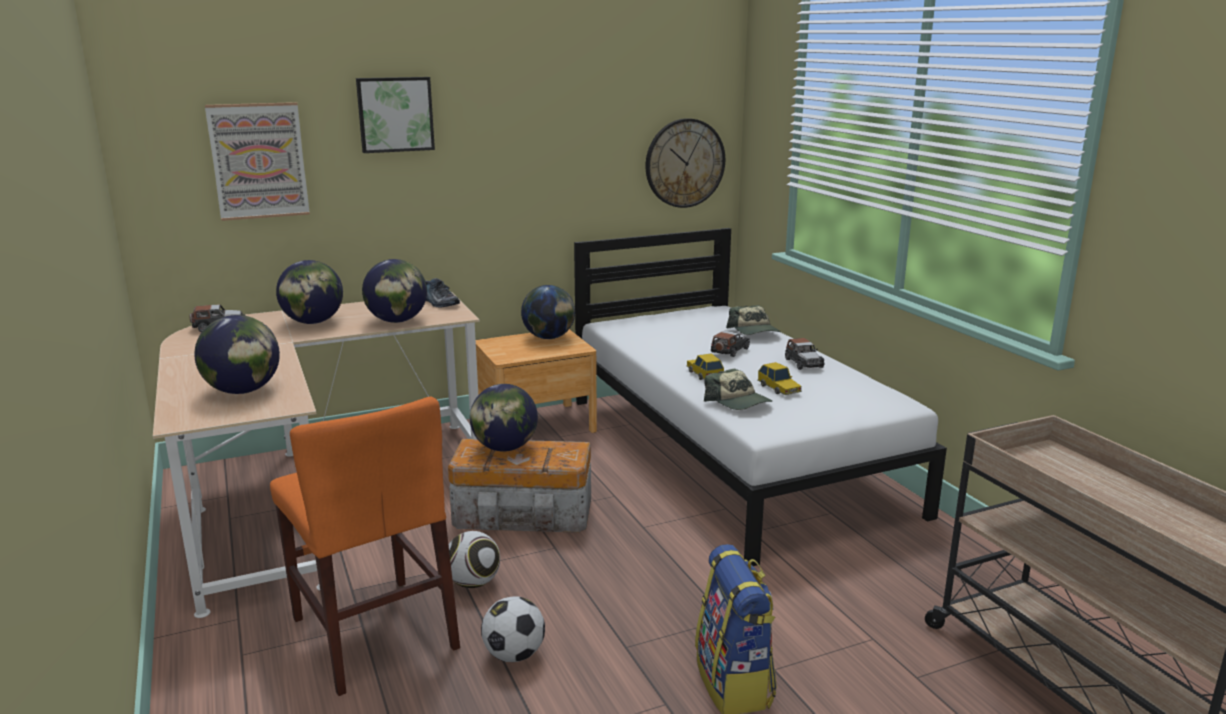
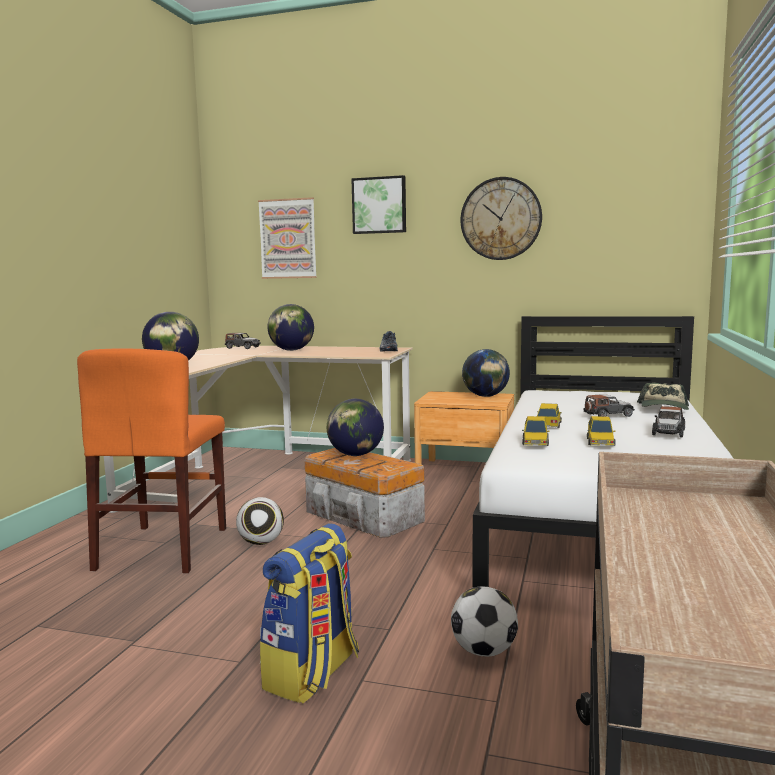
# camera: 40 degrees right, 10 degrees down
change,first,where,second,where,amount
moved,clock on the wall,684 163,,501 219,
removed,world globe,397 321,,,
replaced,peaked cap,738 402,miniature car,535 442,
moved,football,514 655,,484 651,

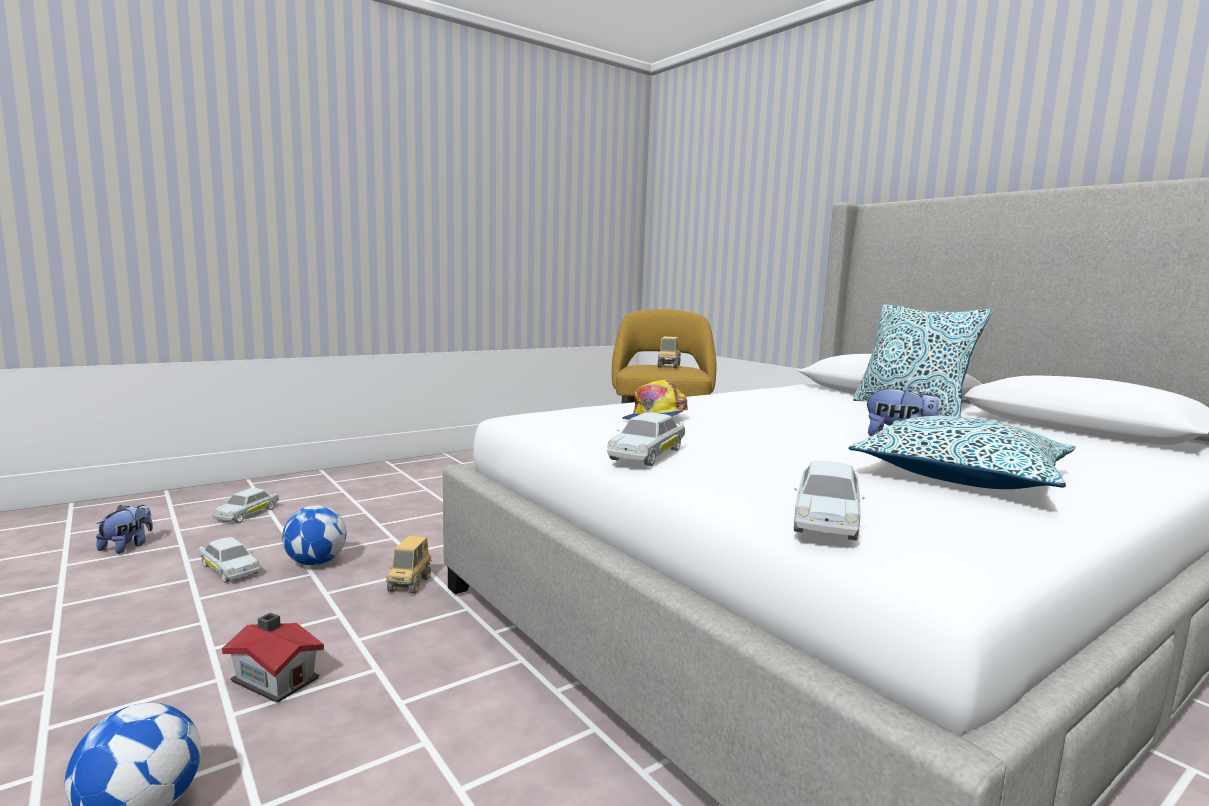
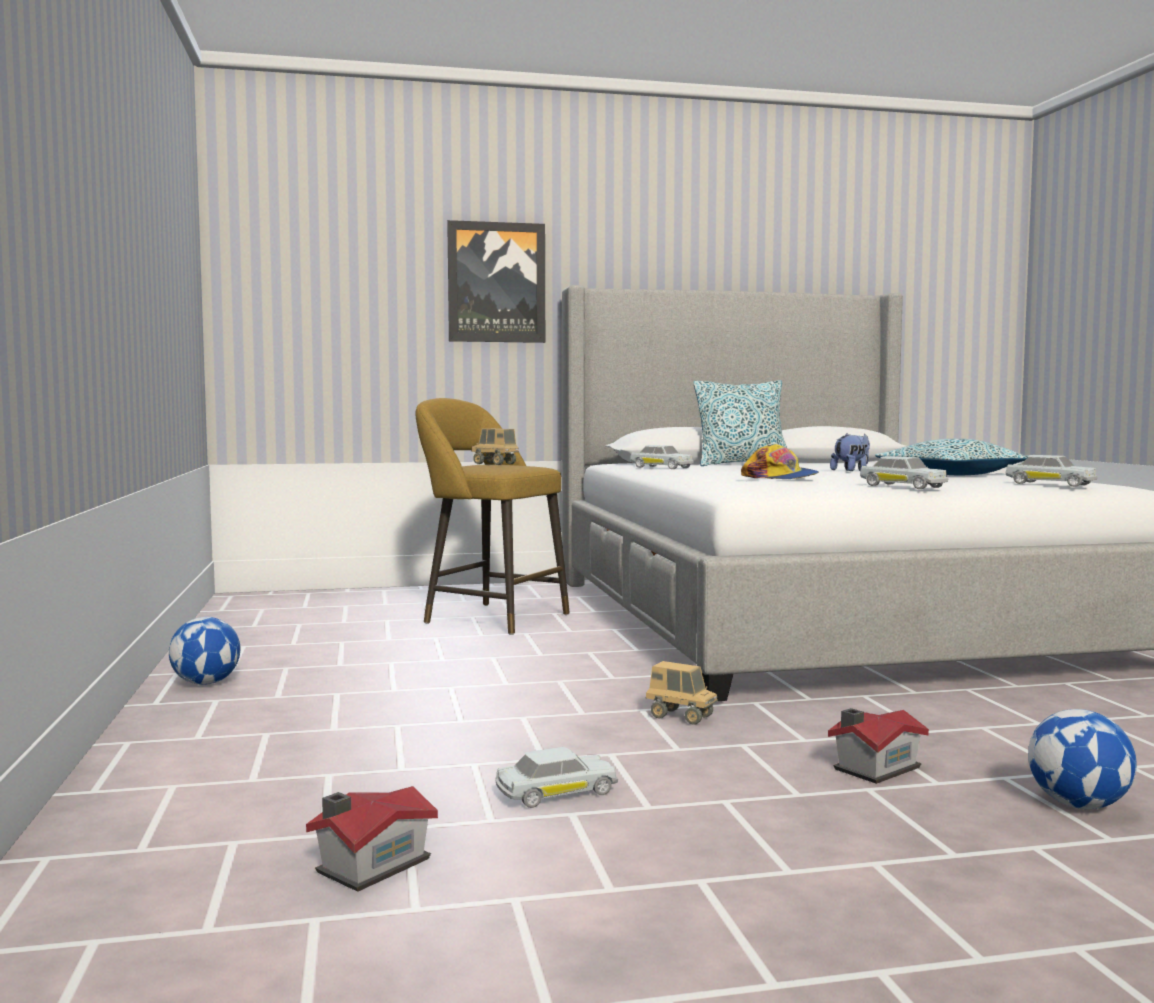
# camera: 65 degrees left, 5 degrees down
change,first,where,second,where,amount
moved,miniature car in whitish,247 514,,661 467,
replaced,cuddly toy,127 546,model house,369 865,
moved,football,315 562,,205 683,
added,,,wall picture,496 282,

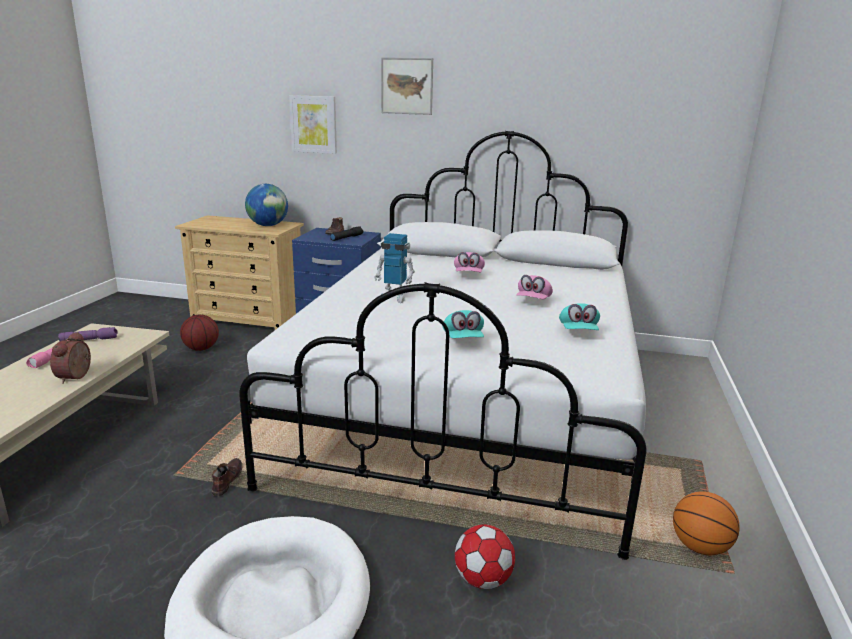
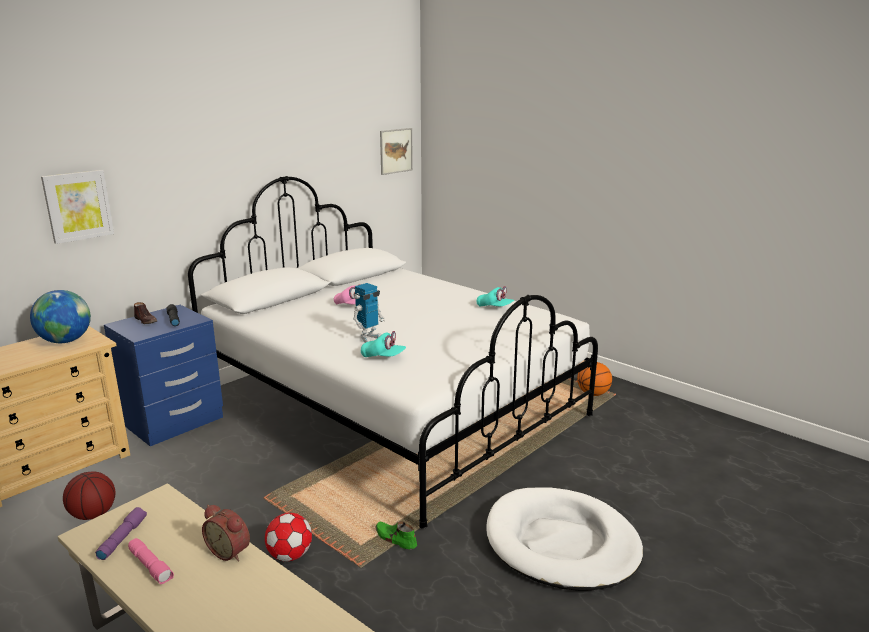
# camera: 60 degrees left, 0 degrees up
change,first,where,second,where,amount
moved,wall picture,407 86,,396 151,
removed,peaked cap in pink-coloured,533 301,,,
moved,peaked cap in turquoise-coloured,463 340,,383 357,
recoloured,item of footwear in brownish,226 480,item of footwear in greenish,395 539,
moved,football,483 579,,290 555,

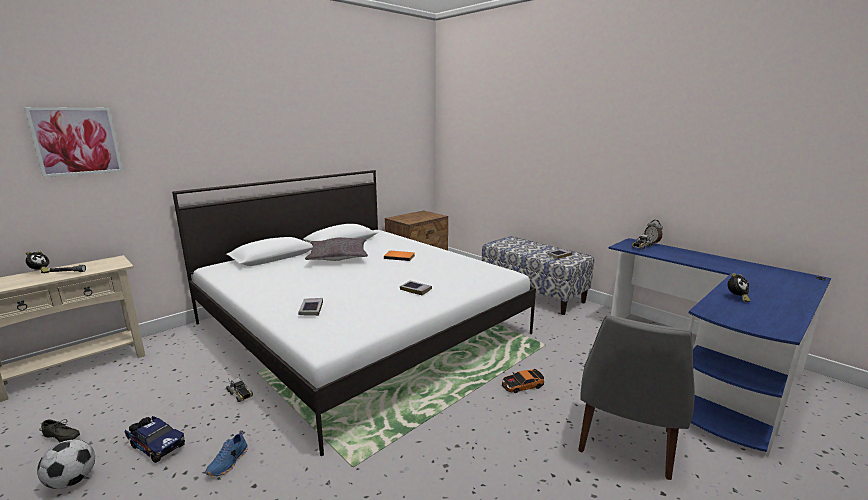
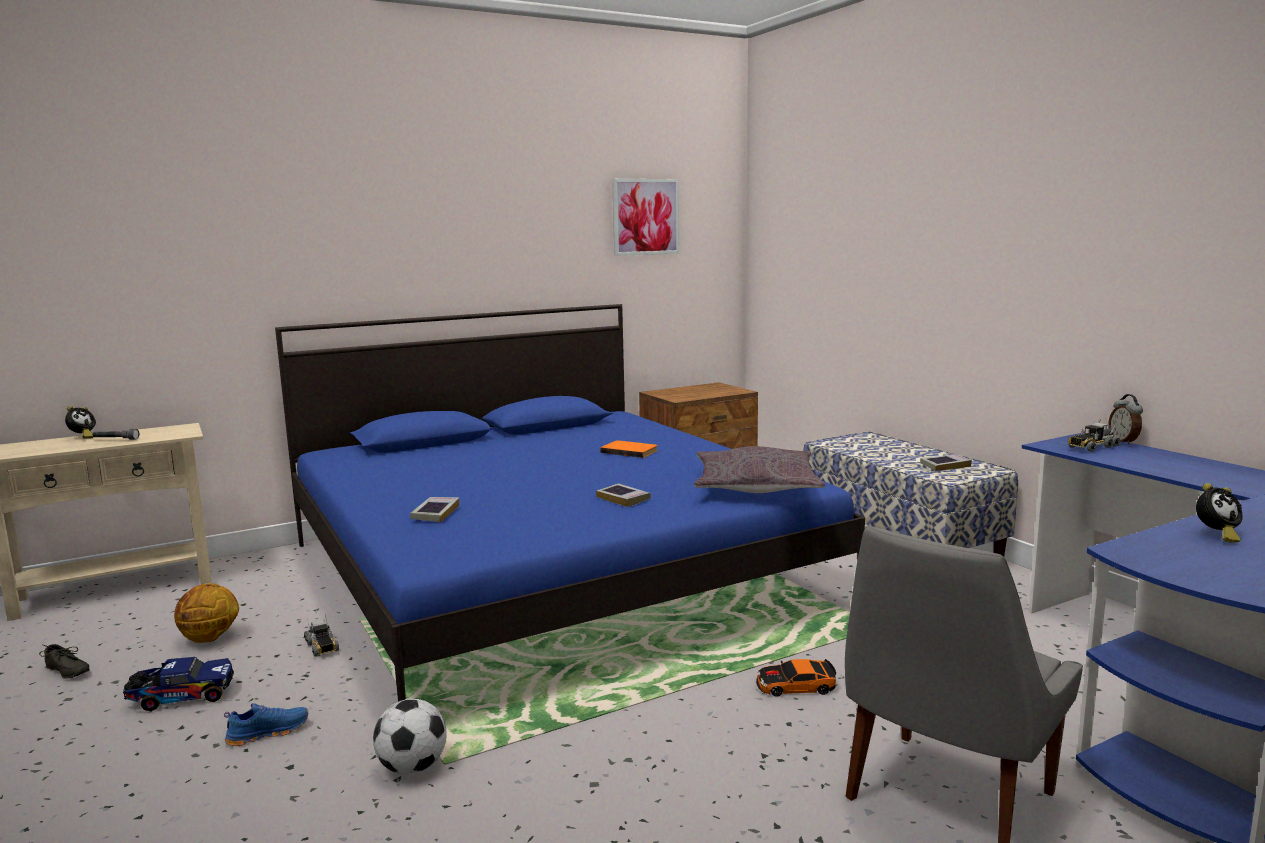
# camera: 15 degrees right, 5 degrees down
change,first,where,second,where,amount
moved,wall picture,76 141,,645 217,
recoloured,sleeping bed in whitish,360 328,sleeping bed in blue-coloured,550 573,
moved,pillow in greyish,338 257,,755 486,
turned,toy lorry,156 445,,180 697,60 degrees counterclockwise
turned,item of footwear in blue-coloured,229 462,,268 732,150 degrees counterclockwise
moved,football,72 481,,412 767,
added,,,basketball,209 639,

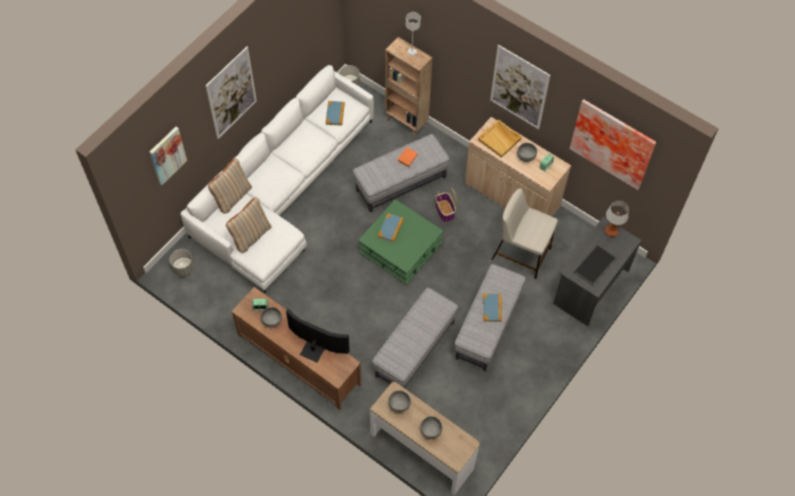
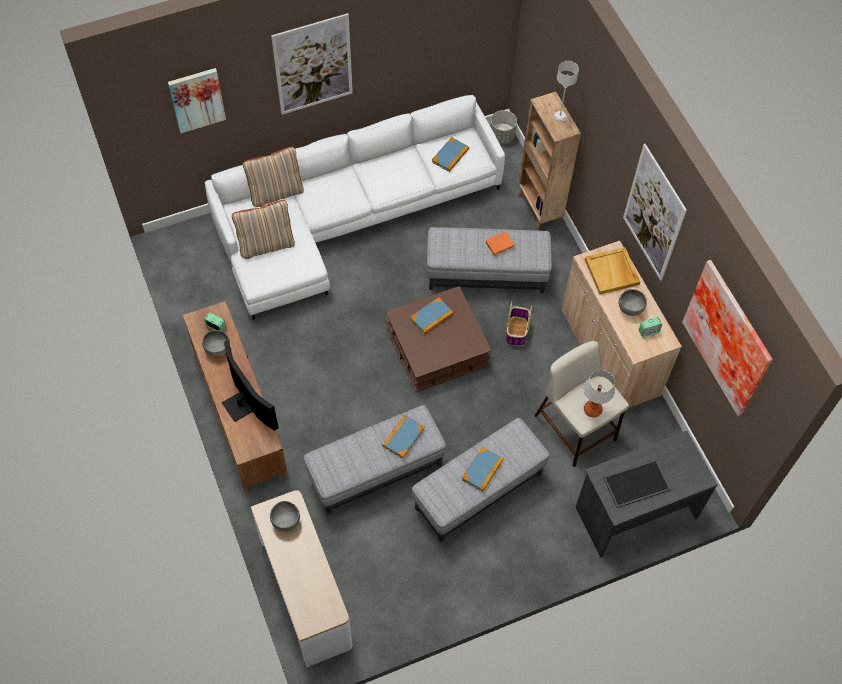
# camera: 30 degrees right, 0 degrees up
change,first,where,second,where,amount
recoloured,low table in greenish,400 247,low table in brownish,437 347,
moved,table lamp,611 231,,593 409,
removed,flower pot in greyish,183 268,,,
removed,deep dish in greyish,430 431,,,
added,,,book,403 437,

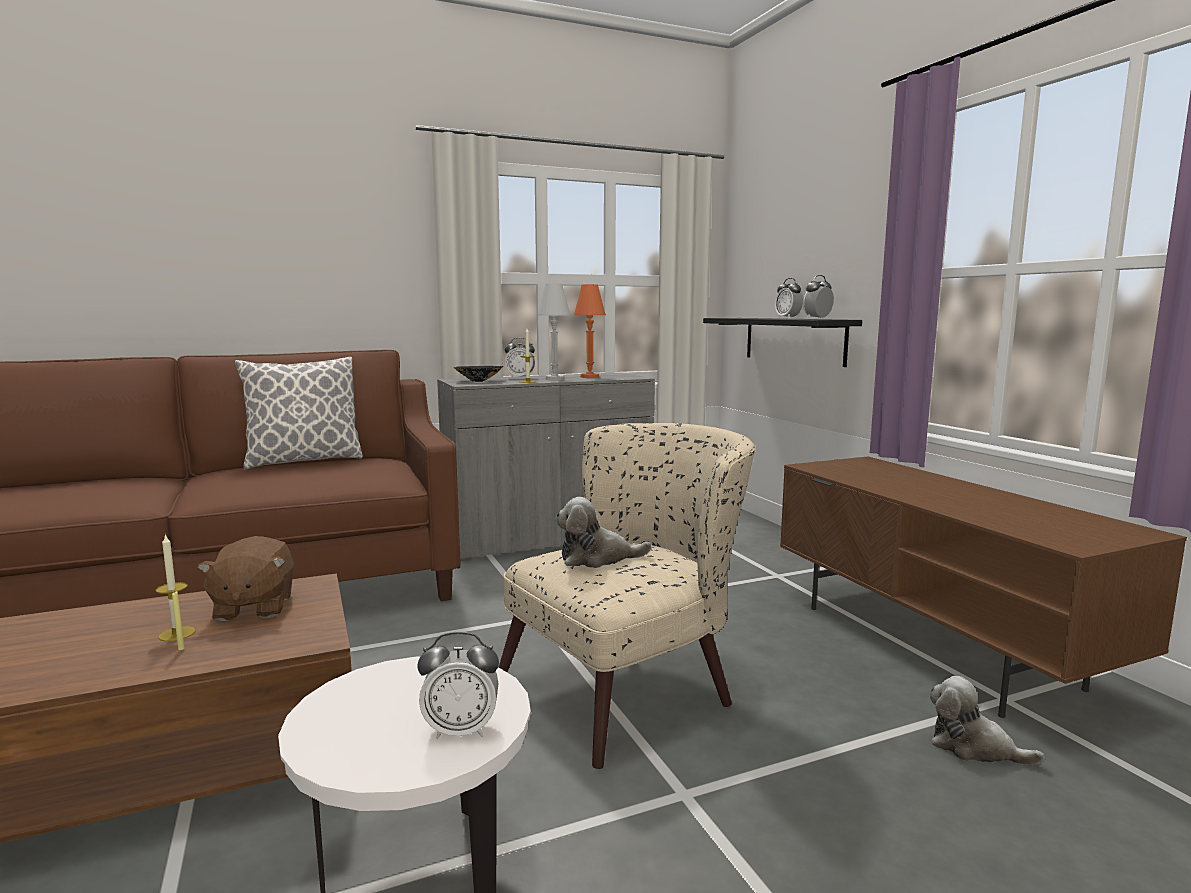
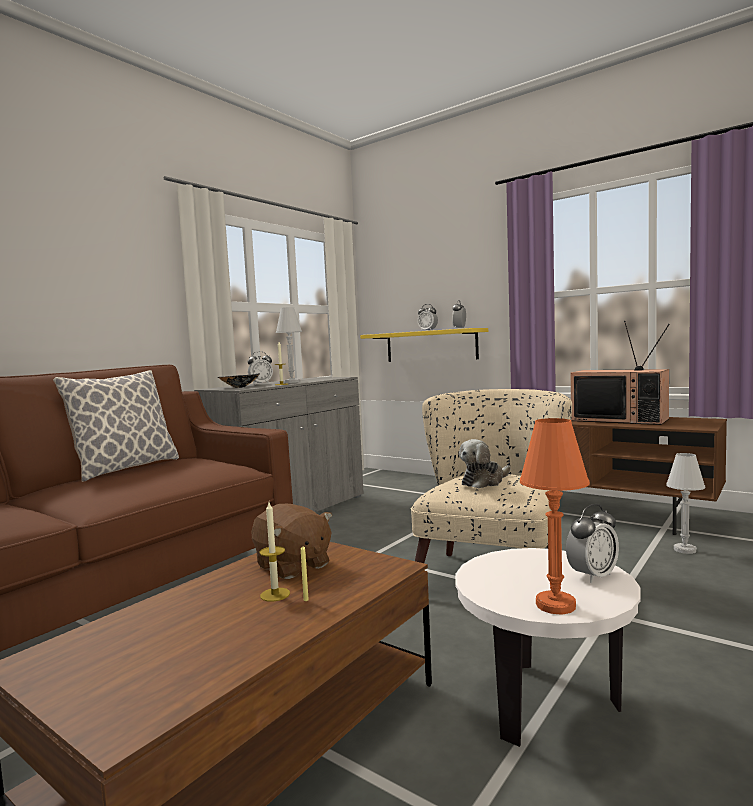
# camera: 30 degrees left, 5 degrees down
change,first,where,second,where,amount
moved,table lamp in orange-coloured,589 377,,555 605,
recoloured,shelf in black-coloured,793 340,shelf in yellow-coloured,430 346,
replaced,cuddly toy,973 747,table lamp in whitish,685 550,
added,,,TV,621 420,

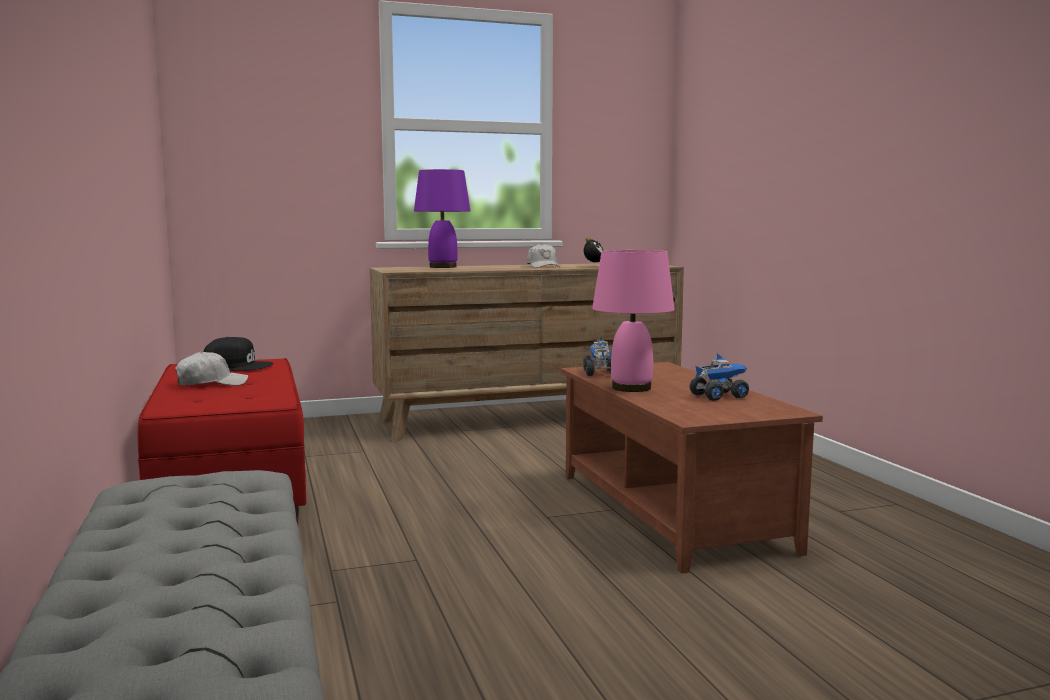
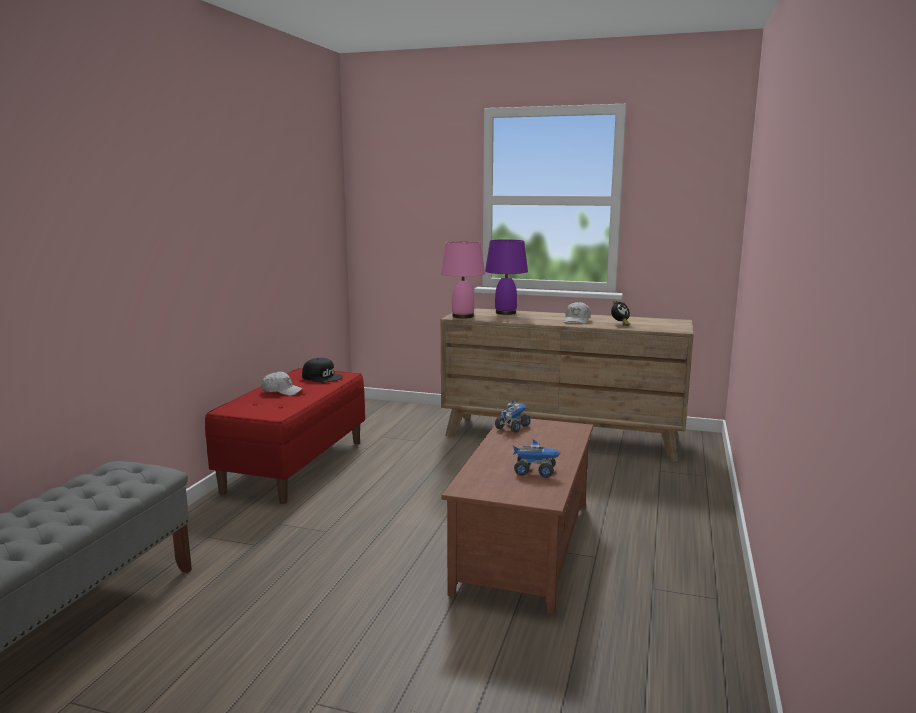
# camera: 35 degrees right, 5 degrees up
change,first,where,second,where,amount
moved,table lamp in pink-coloured,630 388,,462 316,

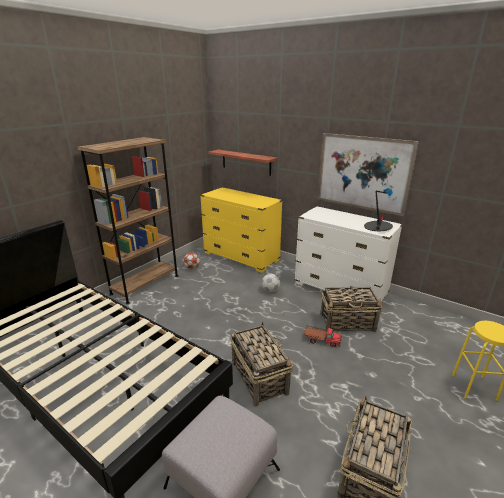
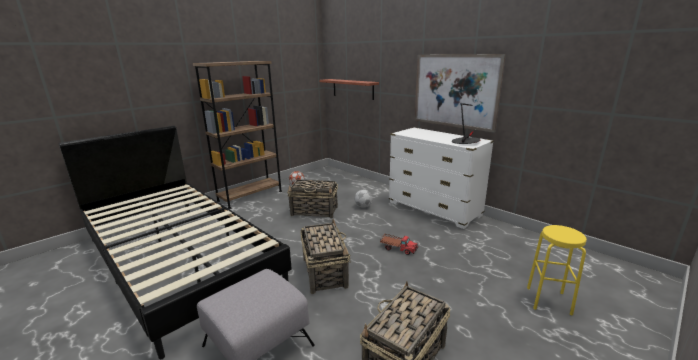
# camera: 10 degrees right, 5 degrees down
change,first,where,second,where,amount
removed,dresser in yellow-coloured,241 257,,,
moved,household basket,348 323,,315 211,

